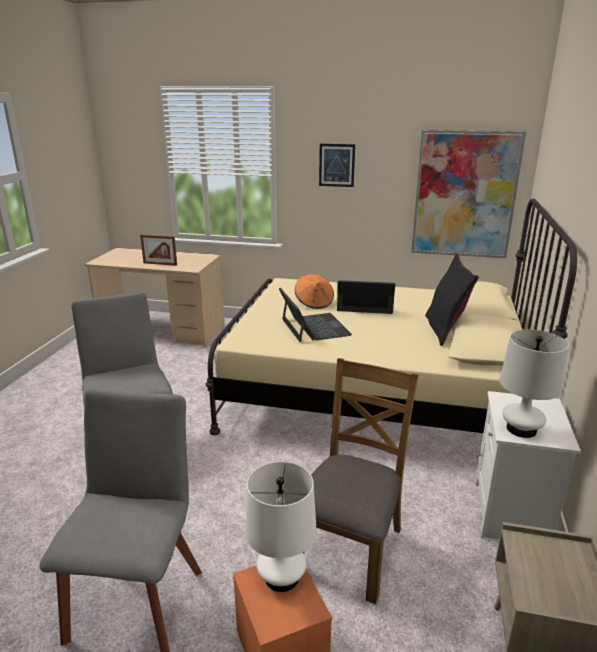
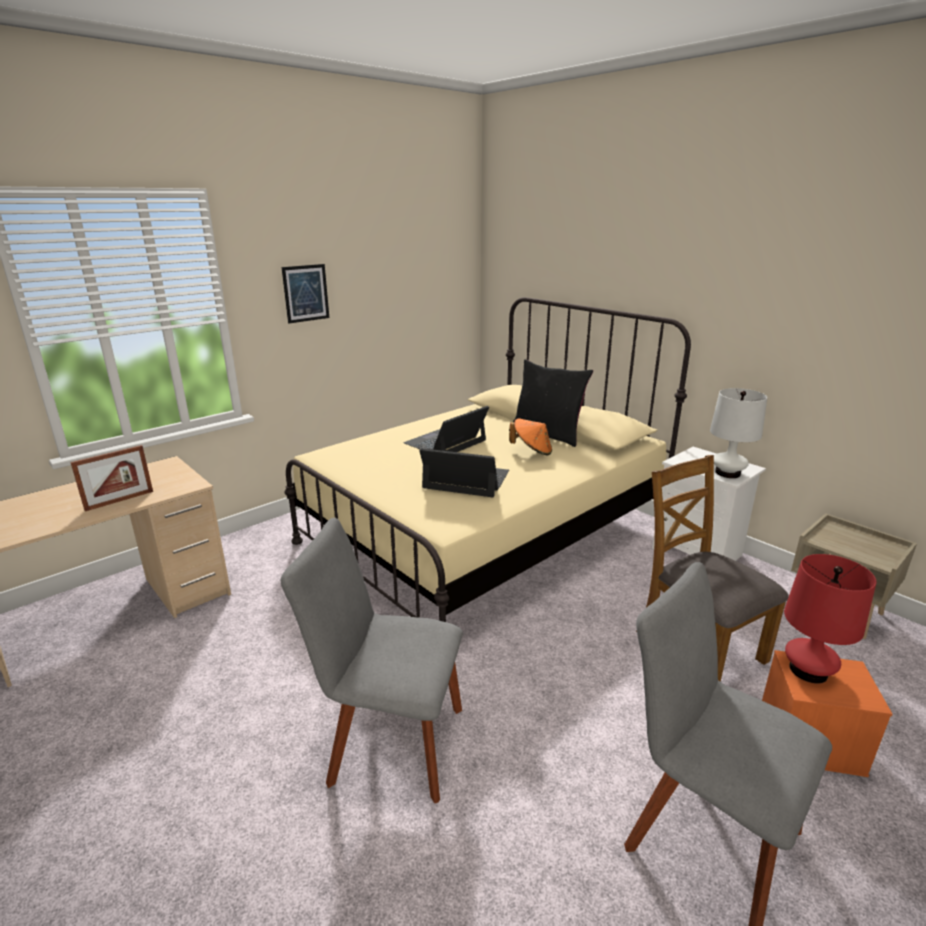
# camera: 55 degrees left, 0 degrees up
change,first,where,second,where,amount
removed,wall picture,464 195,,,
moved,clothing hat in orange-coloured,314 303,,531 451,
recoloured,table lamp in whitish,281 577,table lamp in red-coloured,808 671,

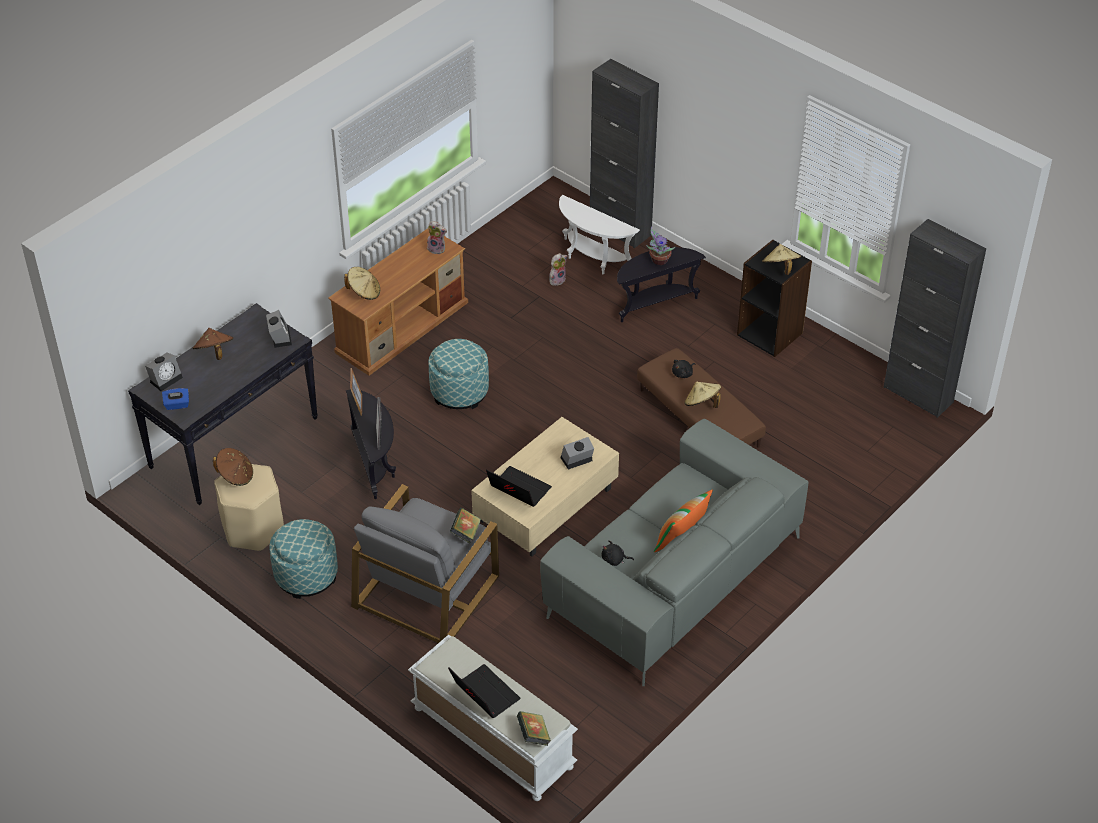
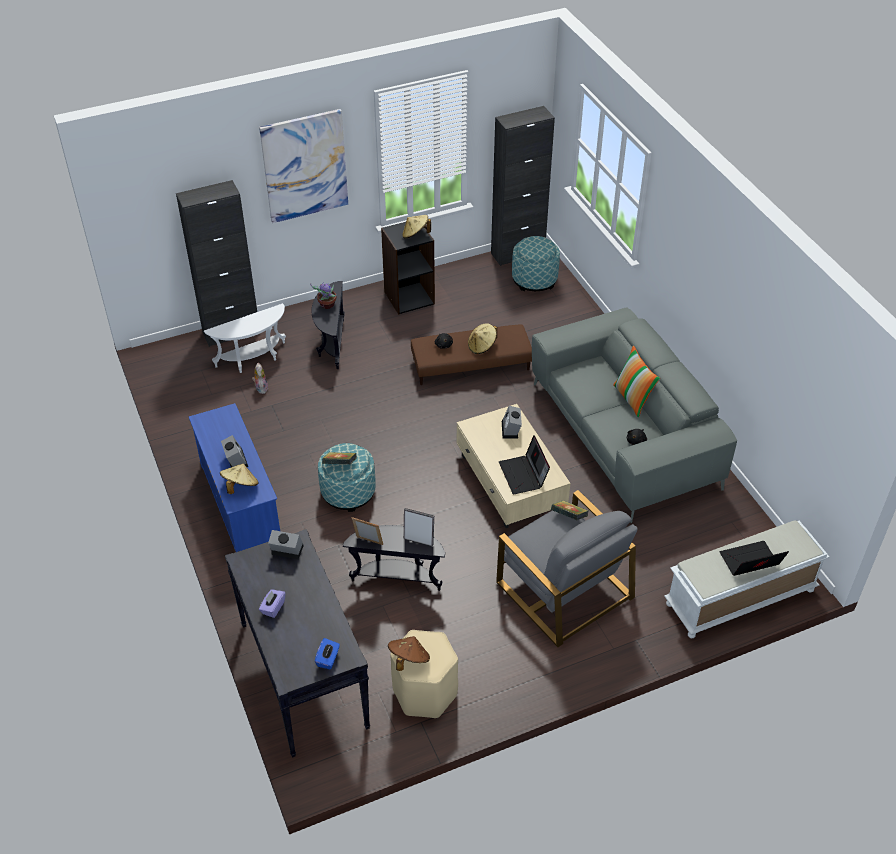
# camera: 65 degrees left, 0 degrees up
change,first,where,second,where,amount
removed,cuddly toy,437 249,,,
recoloured,media console in brownish,402 326,media console in blue-coloured,240 503,
replaced,clothing hat in brownish,214 352,tissue box in purplish,273 608,
moved,table clock,166 378,,235 460,
turned,laptop,518 490,,523 475,75 degrees counterclockwise
moved,ottoman,306 575,,534 279,
moved,book,533 735,,340 465,
added,,,wall picture,304 166,

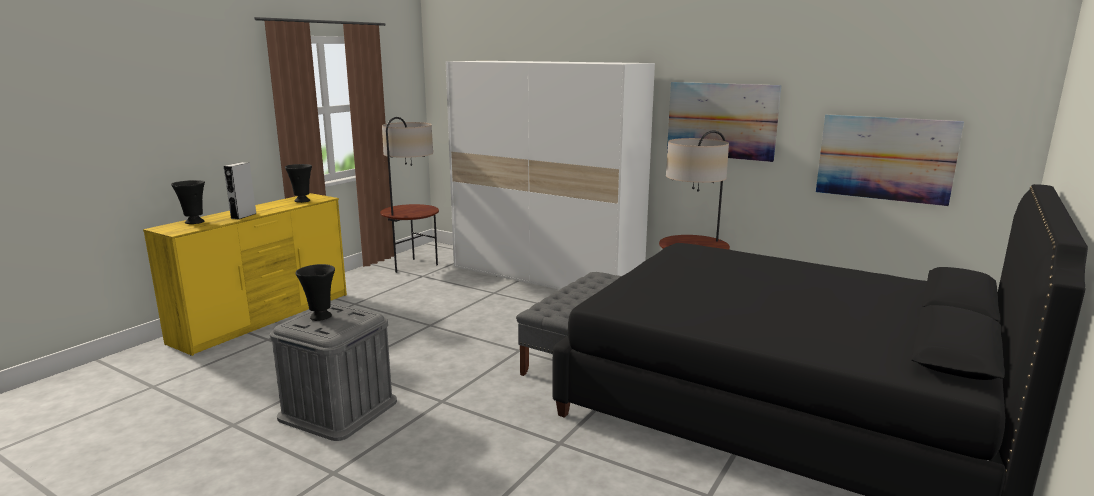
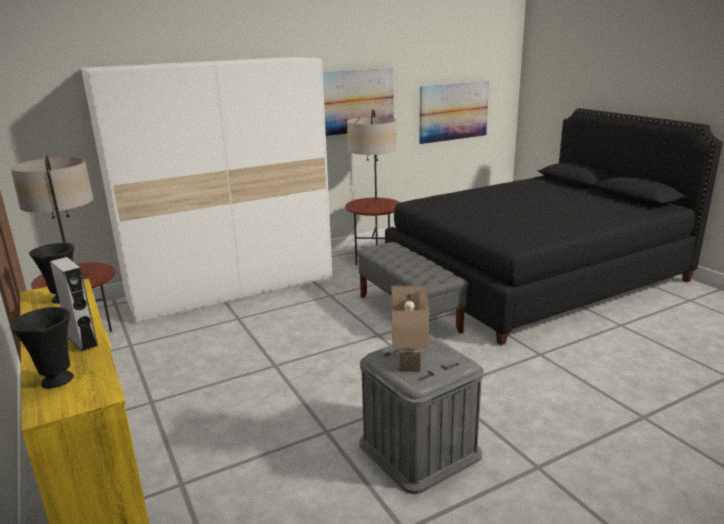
# camera: 60 degrees left, 5 degrees up
change,first,where,second,where,amount
replaced,flower vase in black-coloured,320 317,table lamp in beige,411 363,

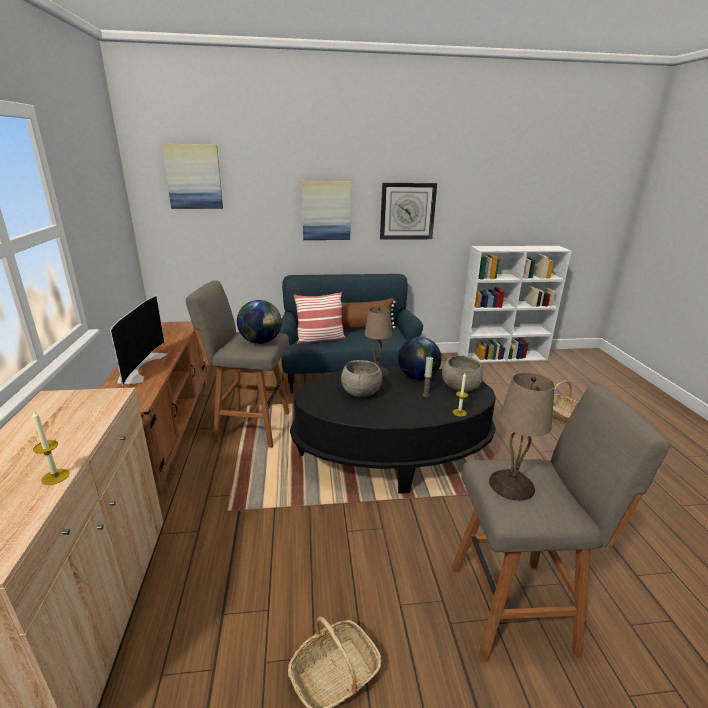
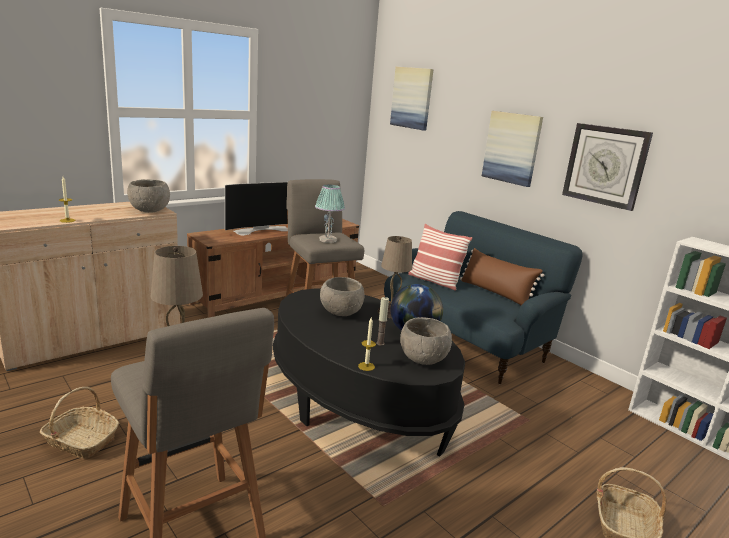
# camera: 55 degrees right, 5 degrees down
change,first,where,second,where,amount
replaced,world globe,261 342,table lamp,328 240,
added,,,deep dish in greyish,149 211,

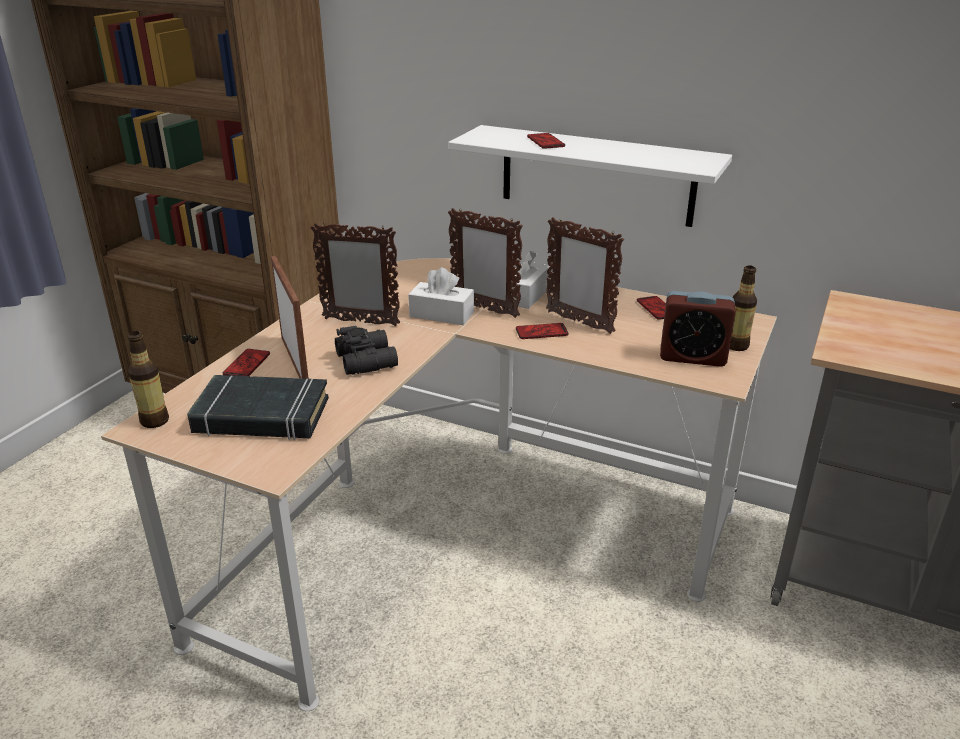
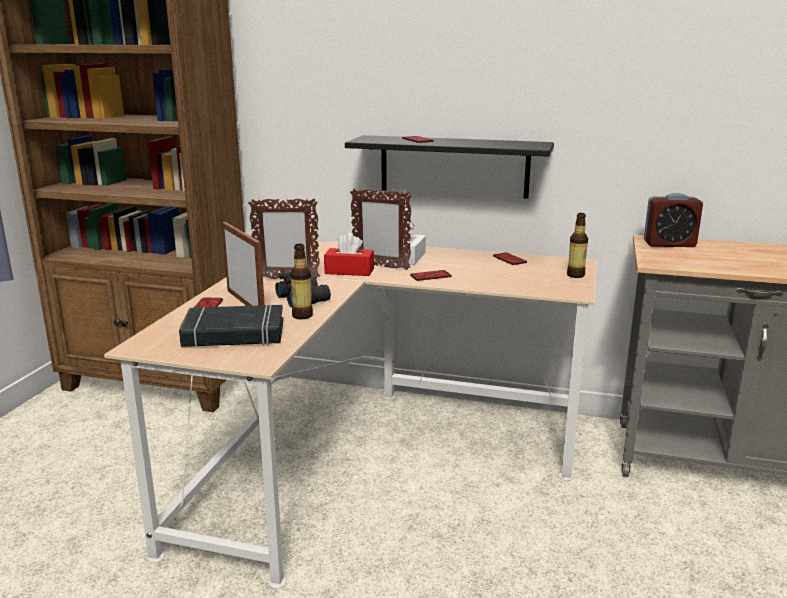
# camera: 10 degrees left, 10 degrees down
change,first,where,second,where,amount
recoloured,shelf in whitish,596 175,shelf in black-coloured,454 166,
removed,standing frame,579 322,,,
recoloured,tissue box in whitish,441 314,tissue box in red-coloured,349 271,
moved,table clock,692 357,,669 244,
moved,beverage bottle,154 421,,302 316,

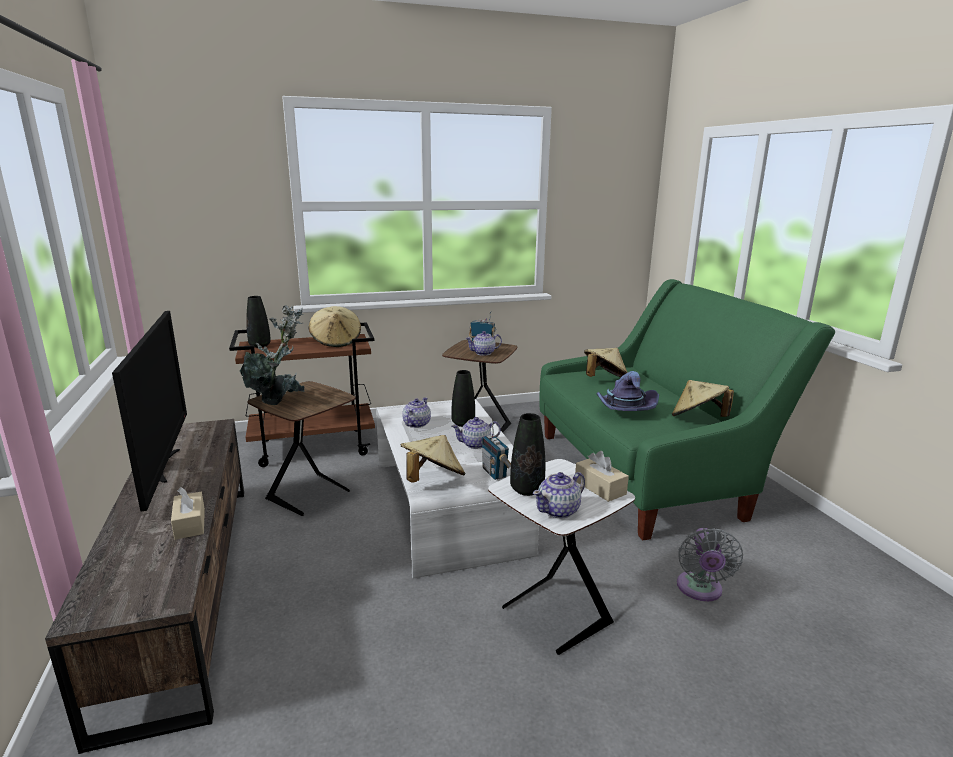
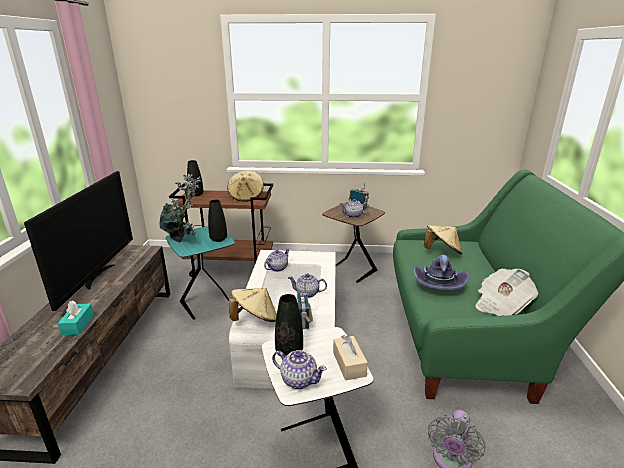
# camera: 20 degrees right, 5 degrees up
change,first,where,second,where,amount
moved,flower vase in black-coloured,463 423,,218 239,
replaced,clothing hat in beige,698 418,daily paper,501 305,
recoloured,side table in brownish,311 495,side table in turquoise-coloured,208 304,
turned,pot for tea,559 510,,298 379,135 degrees counterclockwise
recoloured,tissue box in beige,190 524,tissue box in turquoise-coloured,78 324,

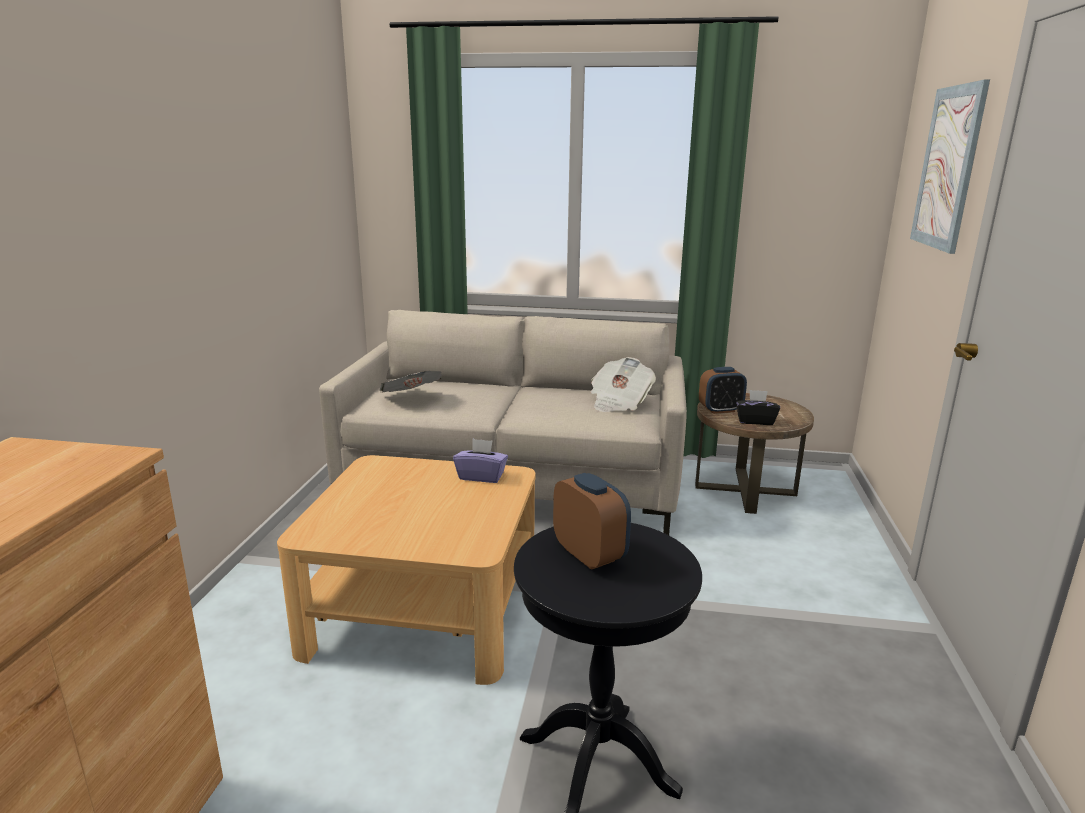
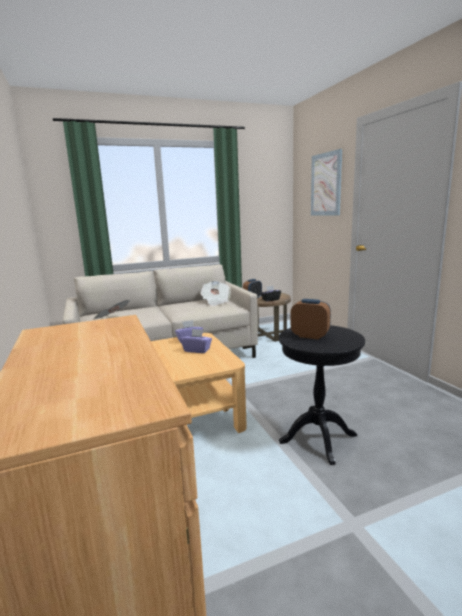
# camera: 30 degrees left, 5 degrees down
change,first,where,second,where,amount
added,,,tissue box in purplish,197 350,

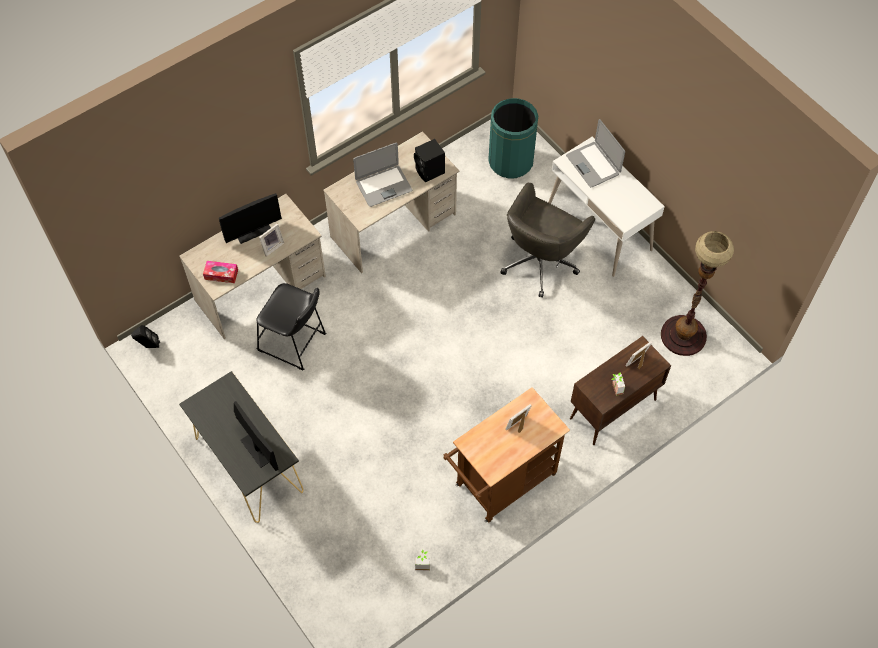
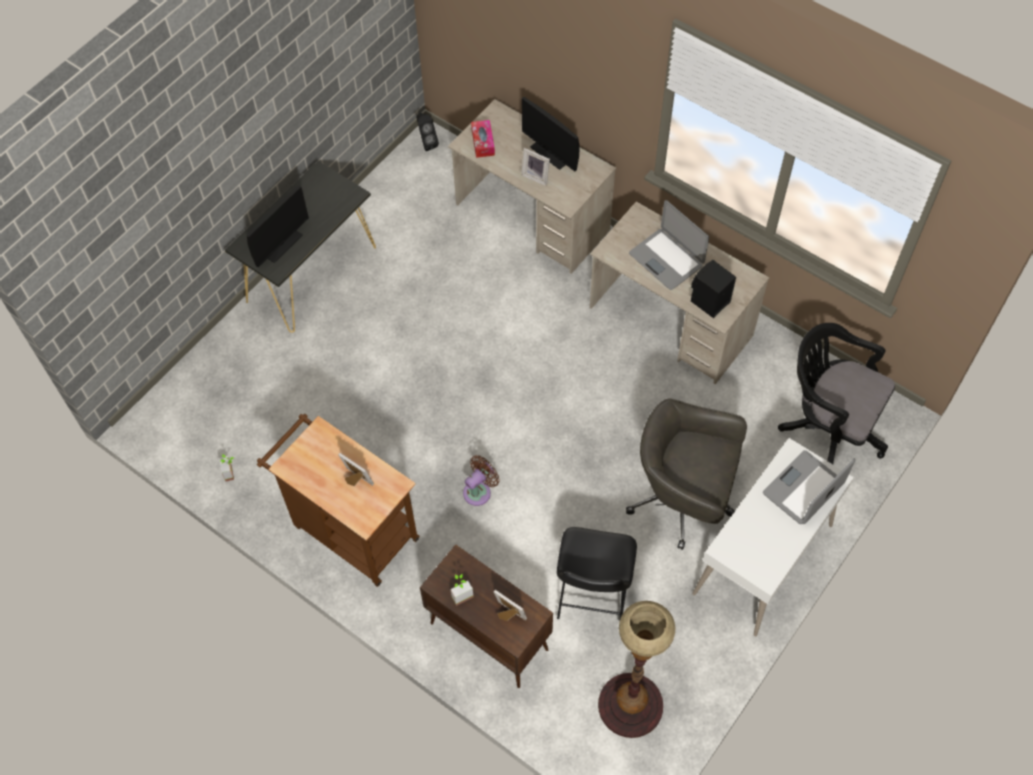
# camera: 75 degrees right, 0 degrees up
change,first,where,second,where,amount
replaced,rubbish bin in greenish,510 161,desk chair in black-coloured,827 426,
moved,sitting stool in black-coloured,295 344,,592 595,
added,,,electric fan in brownish,479 491,

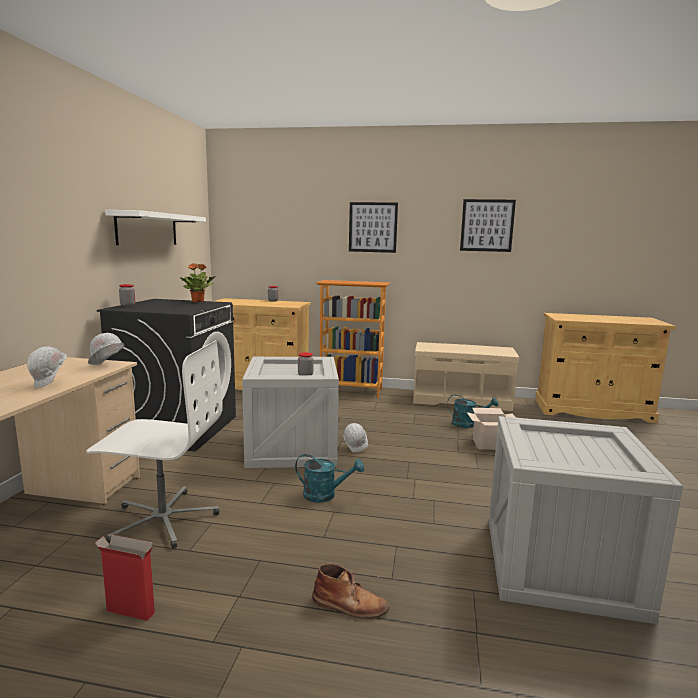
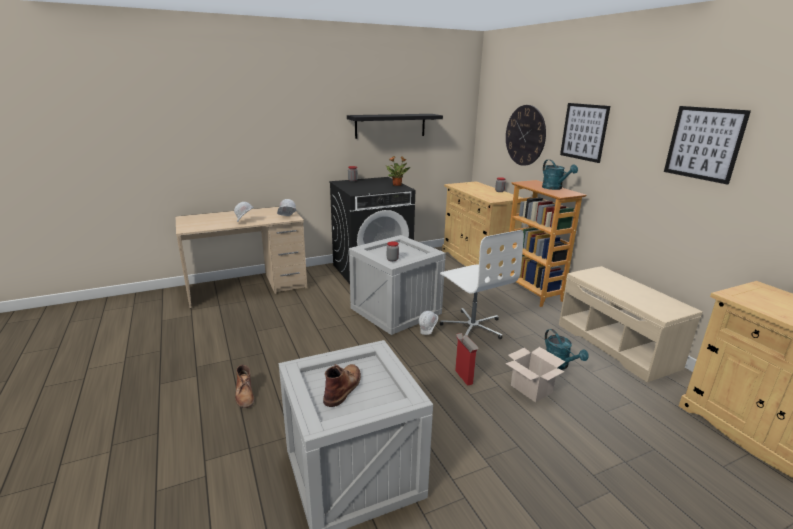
# camera: 55 degrees right, 10 degrees up
change,first,where,second,where,amount
recoloured,shelf in whitish,147 229,shelf in black-coloured,390 125,
moved,desk chair in whitish,163 519,,472 327,
moved,watering can in turquoise-coloured,325 495,,555 188,
moved,carton,129 611,,463 377,
added,,,clock on the wall,525 135,
added,,,tall boot in brownish,343 387,

